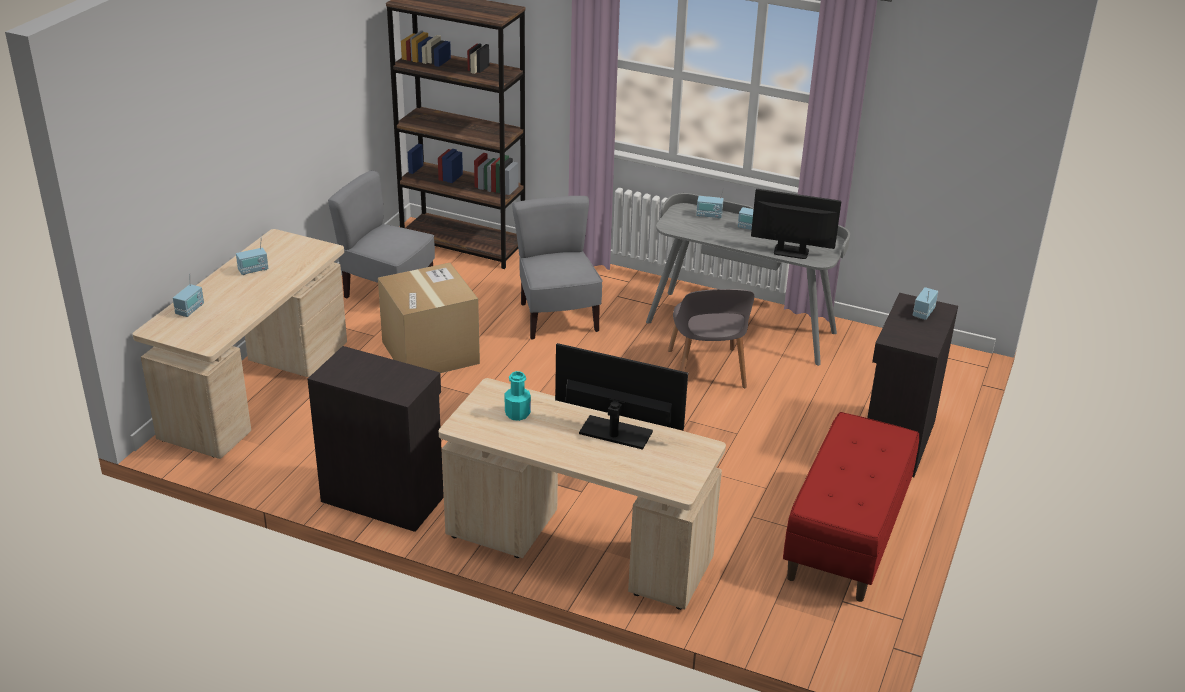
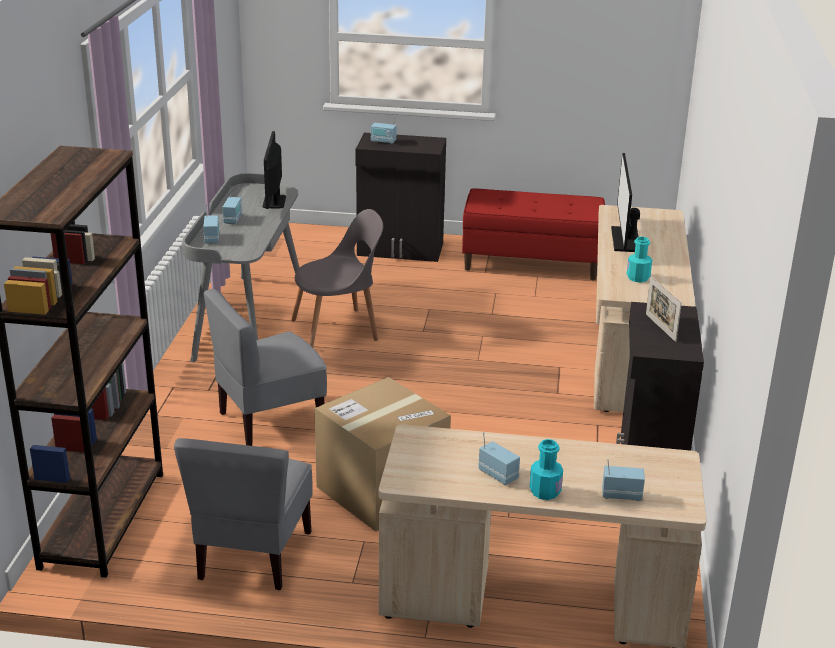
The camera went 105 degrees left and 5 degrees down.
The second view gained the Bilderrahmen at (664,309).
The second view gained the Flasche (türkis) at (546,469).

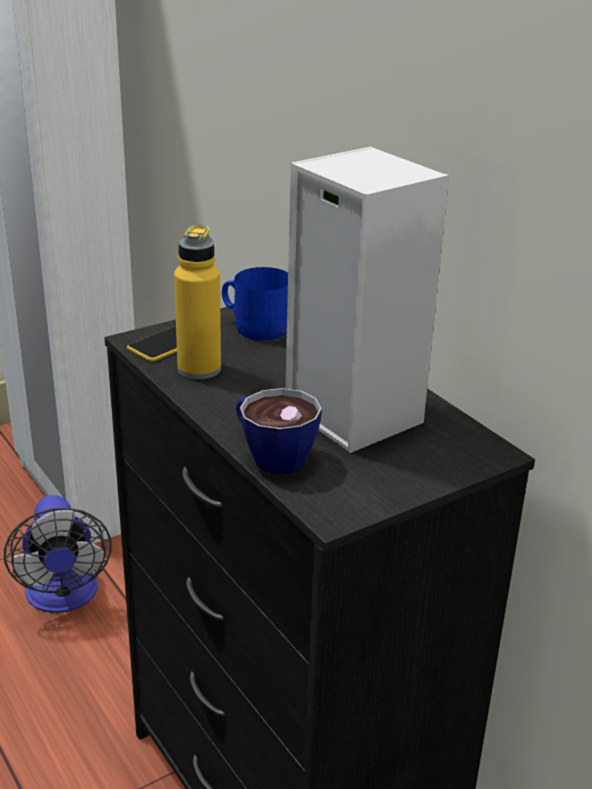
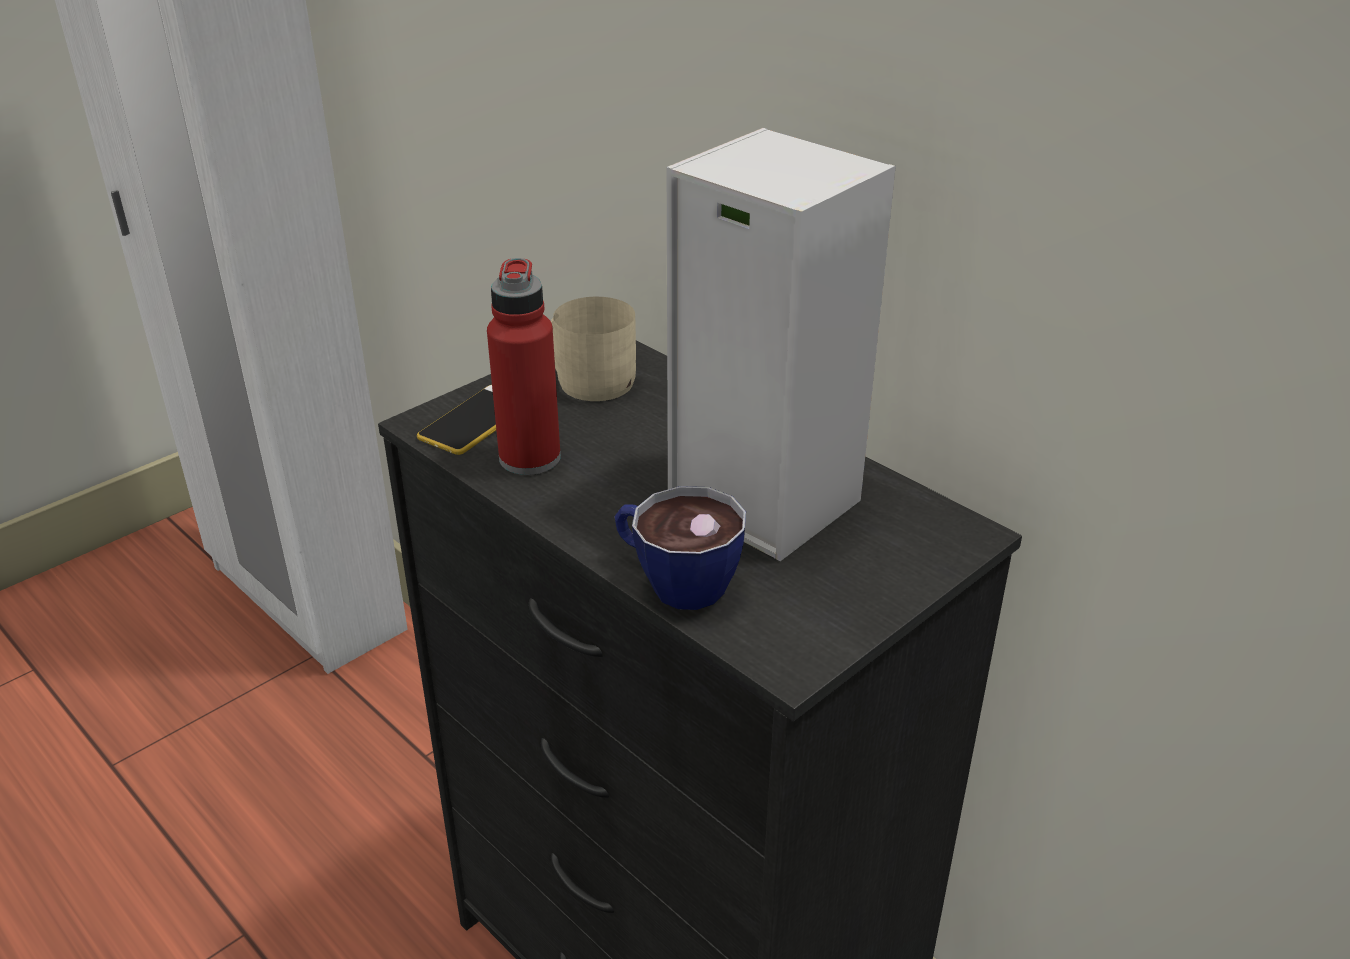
The camera went 10 degrees left and 5 degrees up.
What was the Flasche (gelb) at (197,302) turned into the Flasche (rot) at (524,366).
What was the Henkelbecher (blau) at (255,303) turned into the Henkelbecher (beige) at (593,349).
The second view lost the Ventilator at (58,554).

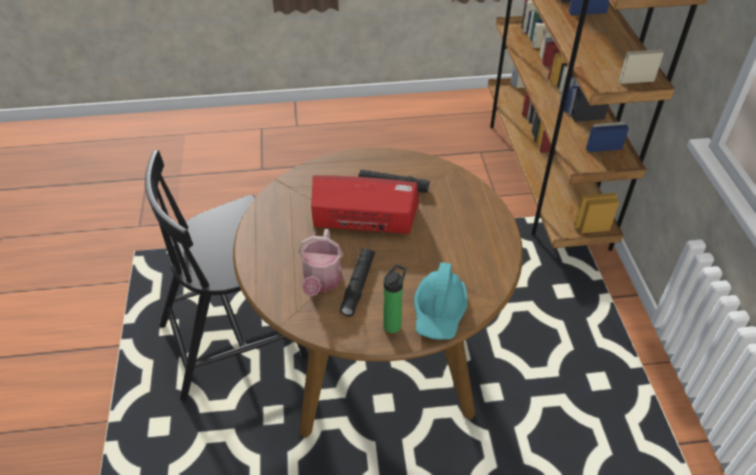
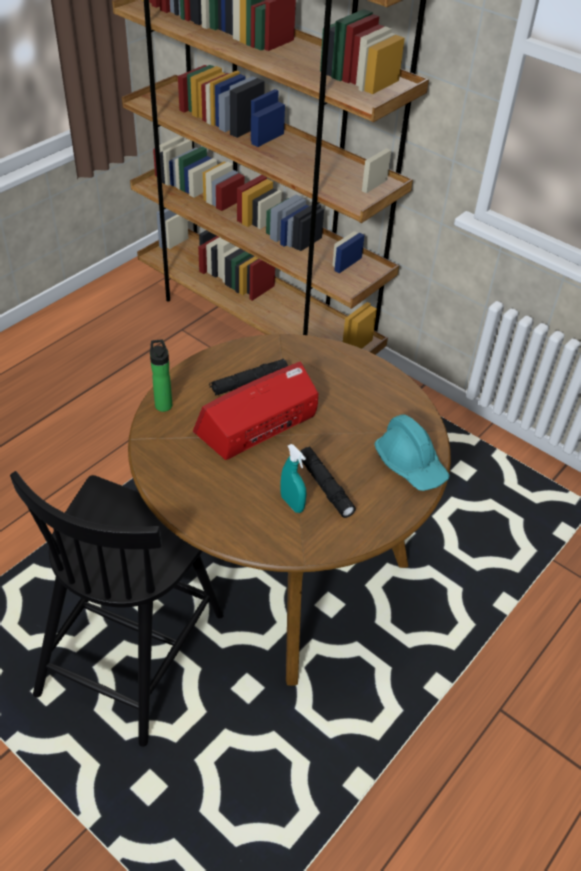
The camera went 45 degrees left and 0 degrees up.
Where the Gießkanne stood at (320,263), the Sprühflasche (türkis) came to stand at (294,478).
The Flasche ended up elsewhere, having gone from (394,298) to (161,375).

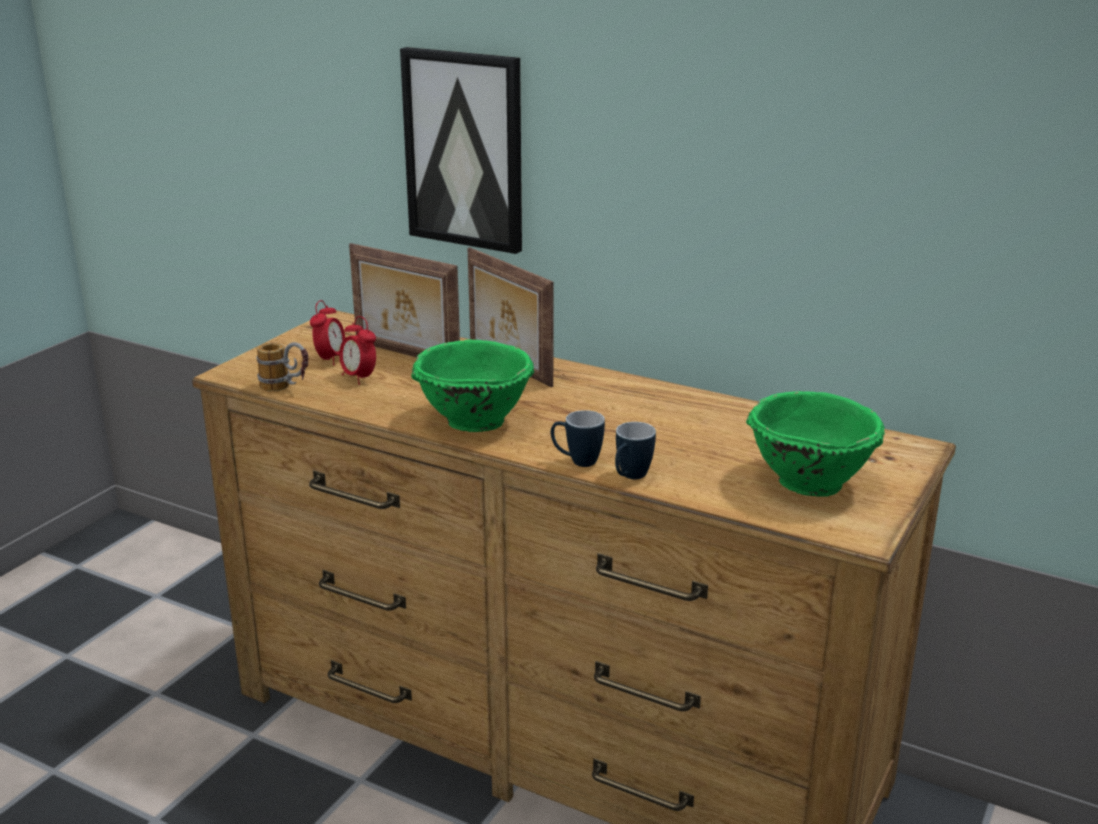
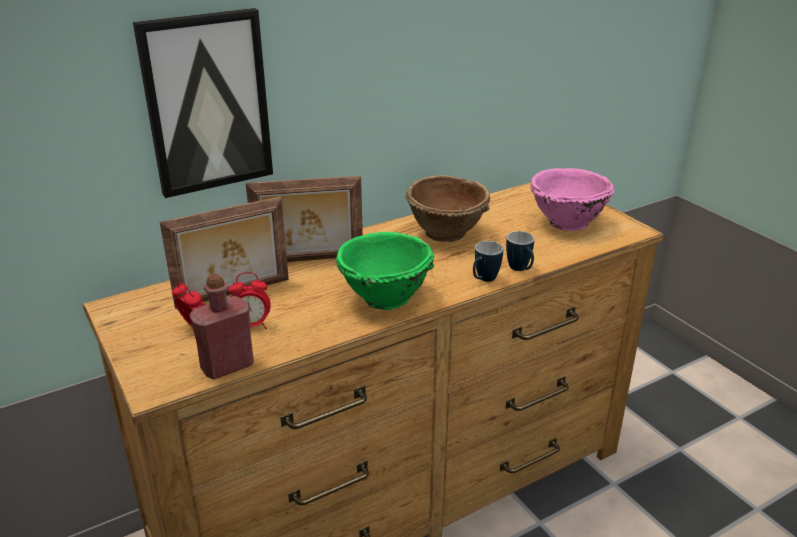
The camera went 60 degrees left and 5 degrees up.
Where the Henkelbecher stood at (282,367), the Flasche (rot) came to stand at (222,326).
What was the Schüssel (grün) at (815,444) turned into the Schüssel (rosa) at (572,199).
The second view gained the Schüssel (braun) at (448,208).

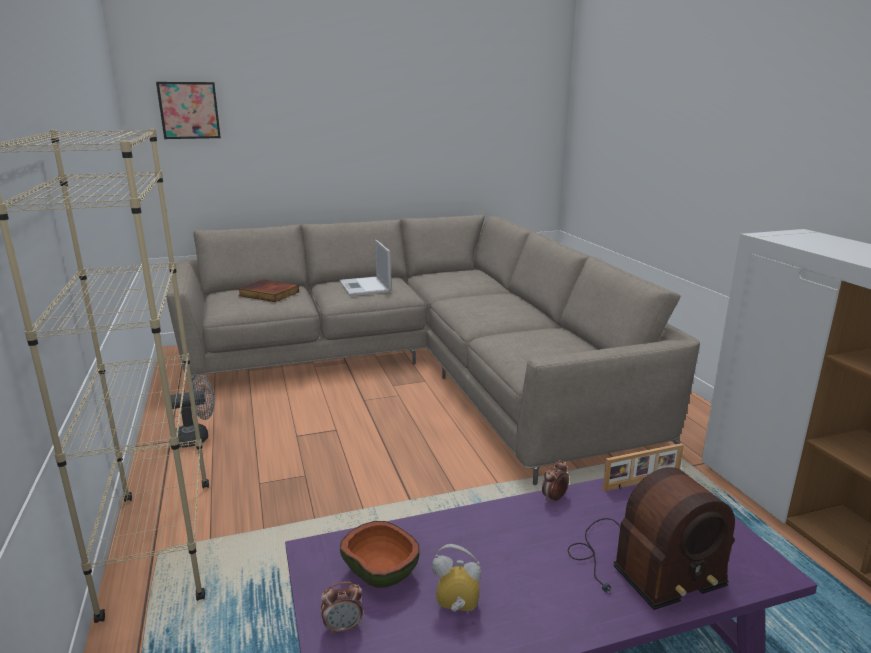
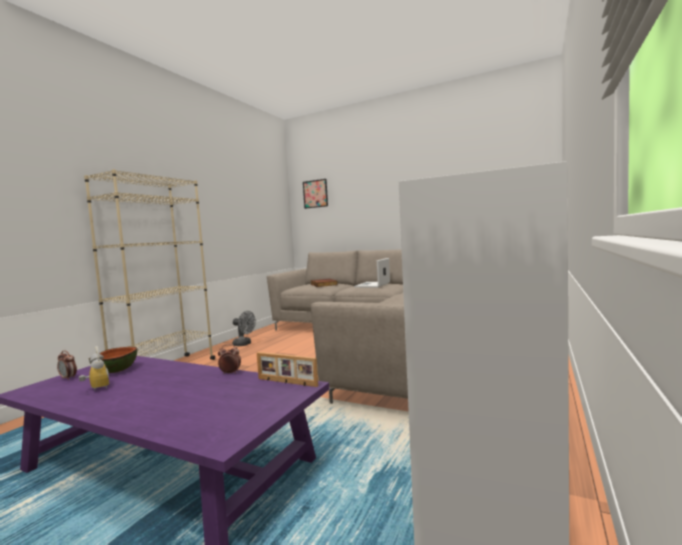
The camera went 45 degrees right and 15 degrees down.
The second view lost the Radio at (651,538).

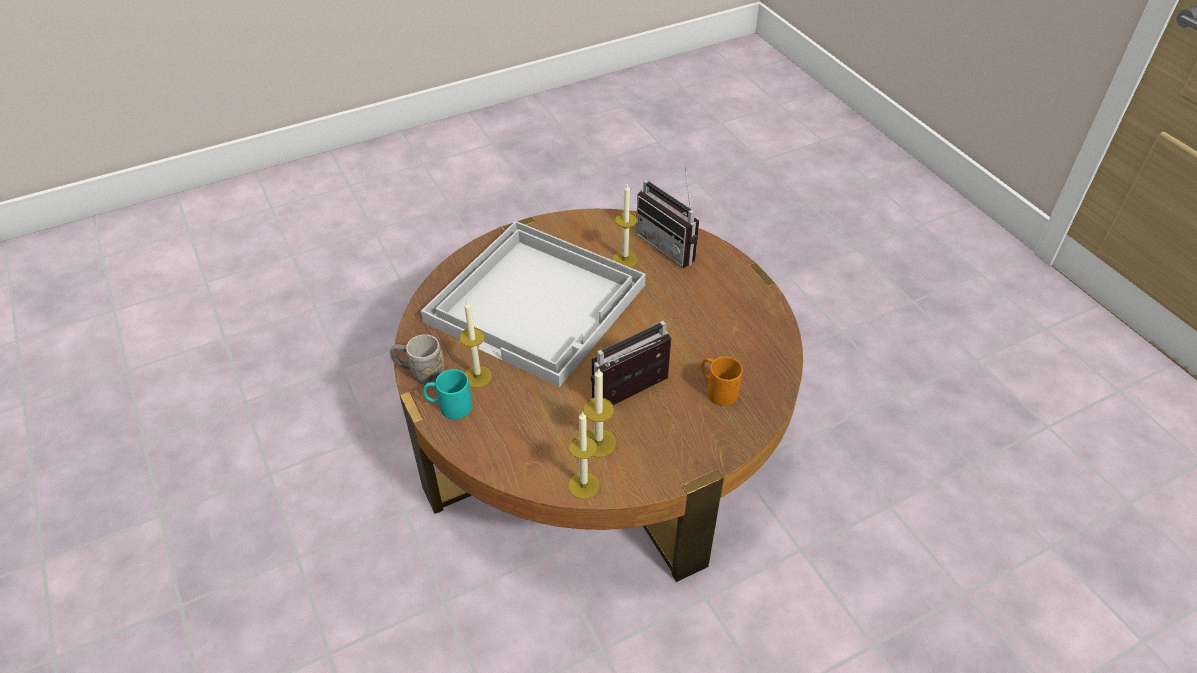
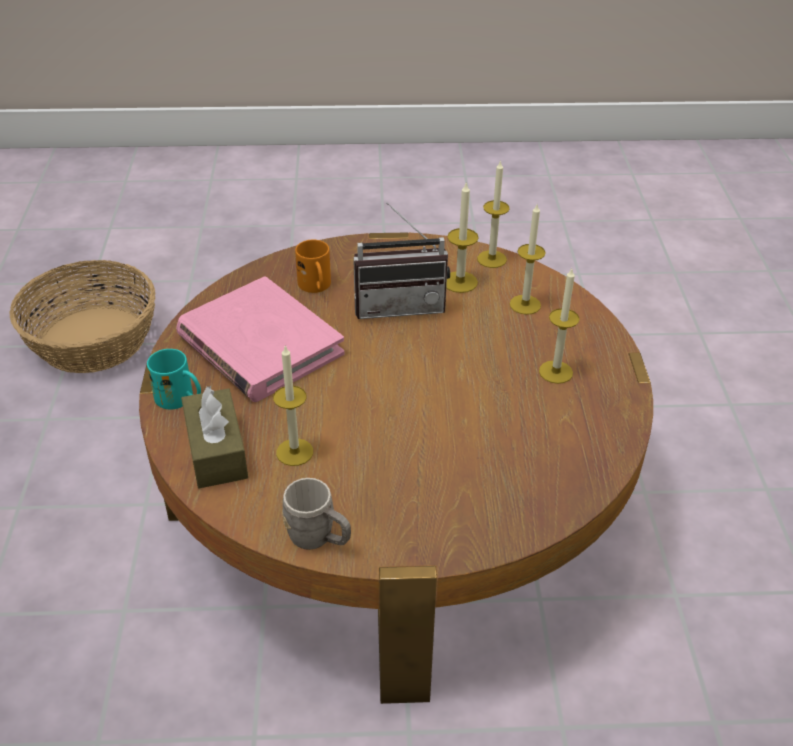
The camera went 155 degrees left and 5 degrees down.
Where the Radio stood at (667,216), the Taschentuchbox (braun) came to stand at (214,437).
The second view lost the Tablett (weiß) at (533,304).
The Henkelbecher (grau) ended up elsewhere, having gone from (417,359) to (316,514).
The Henkelbecher (türkis) ended up elsewhere, having gone from (447,394) to (174,379).
The second view gained the Kerze at (528,259).
The second view gained the Korb at (82,316).
The second view gained the Buch (rosa) at (260,339).

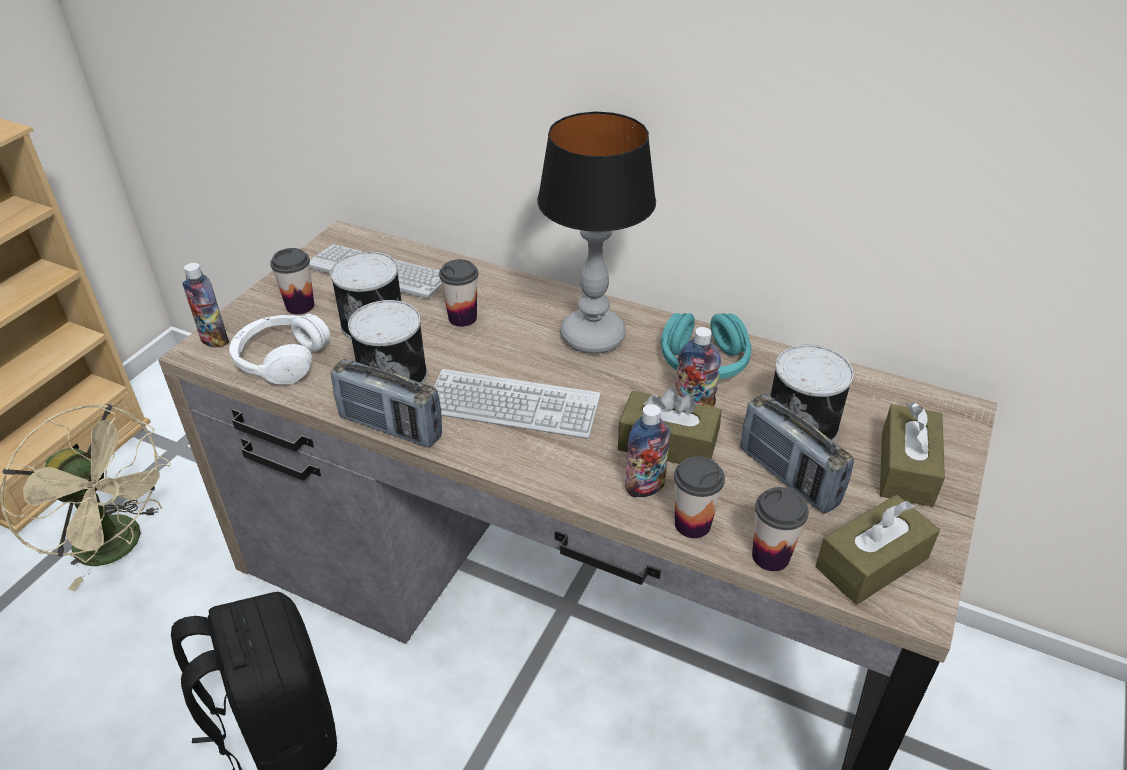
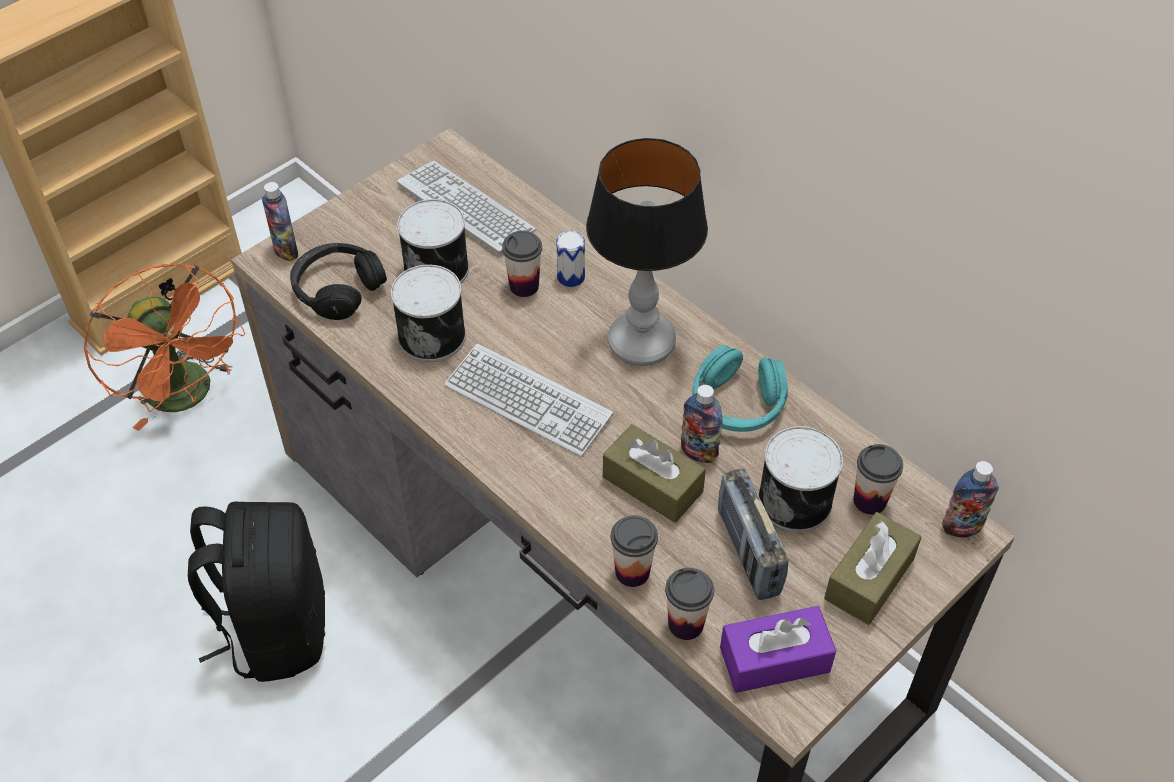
The camera went 20 degrees right and 10 degrees up.
The Tasse ended up elsewhere, having gone from (292,281) to (878,479).
What was the Kopfhörer (weiß) at (279,349) turned into the Kopfhörer (schwarz) at (338,281).
The second view lost the Radio at (386,403).
What was the Ventilator (beige) at (86,497) turned into the Ventilator (orange) at (164,347).
The Flasche ended up elsewhere, having gone from (647,450) to (970,499).
What was the Taschentuchbox (braun) at (878,550) turned into the Taschentuchbox (lila) at (778,649).
The second view gained the Dose at (570,259).

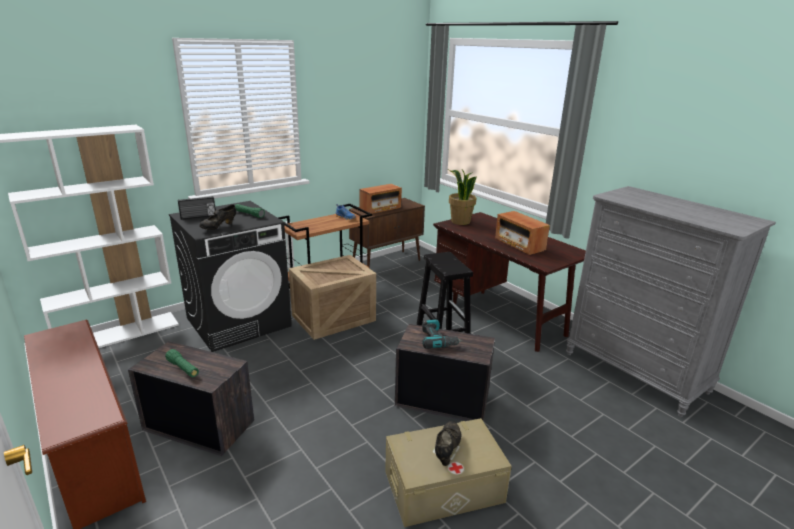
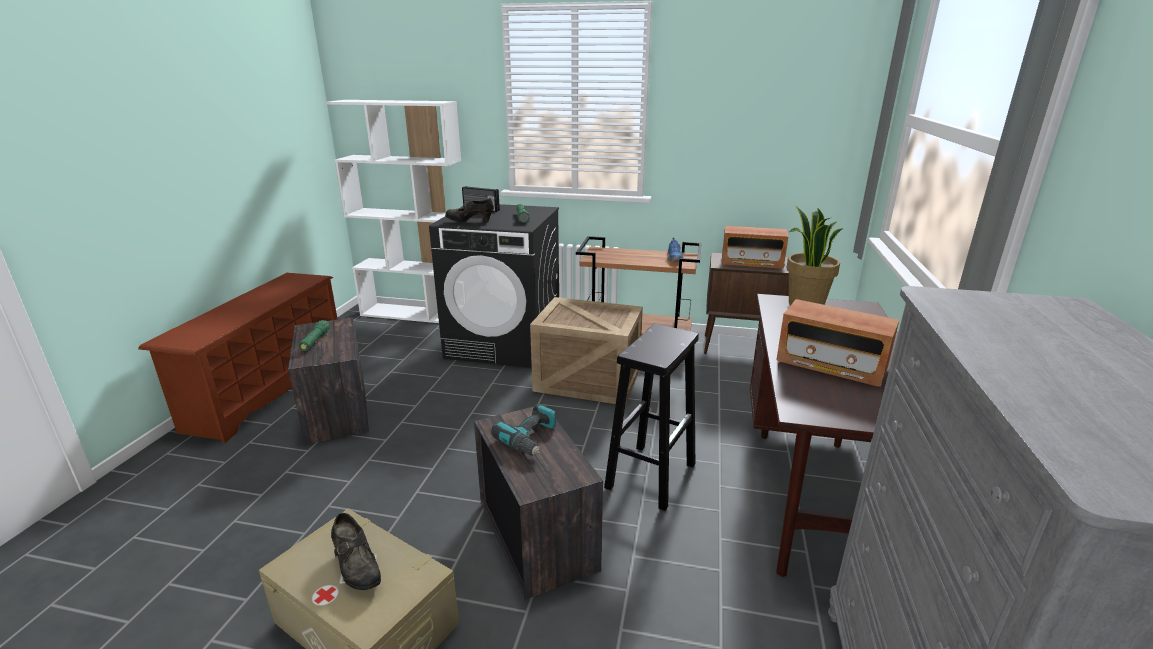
The camera went 50 degrees right and 0 degrees up.
The Radio at (522,233) ended up facing another way, 75 degrees counterclockwise from before.
The Schuh (schwarz) at (448,443) ended up facing another way, 75 degrees clockwise from before.

